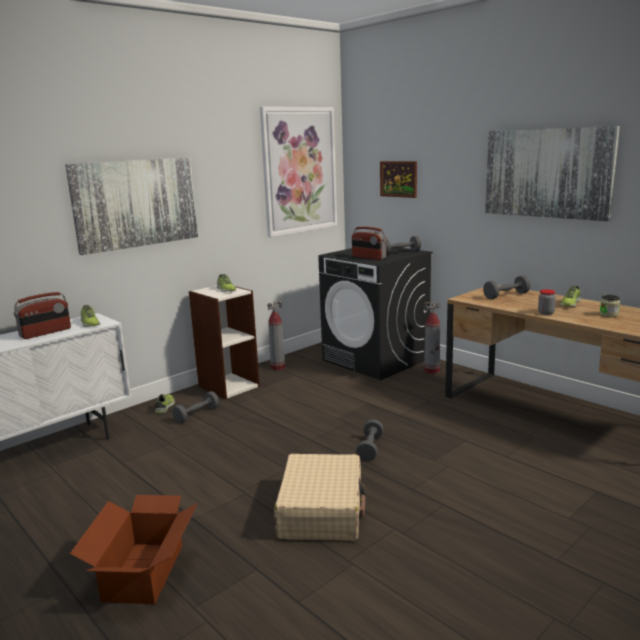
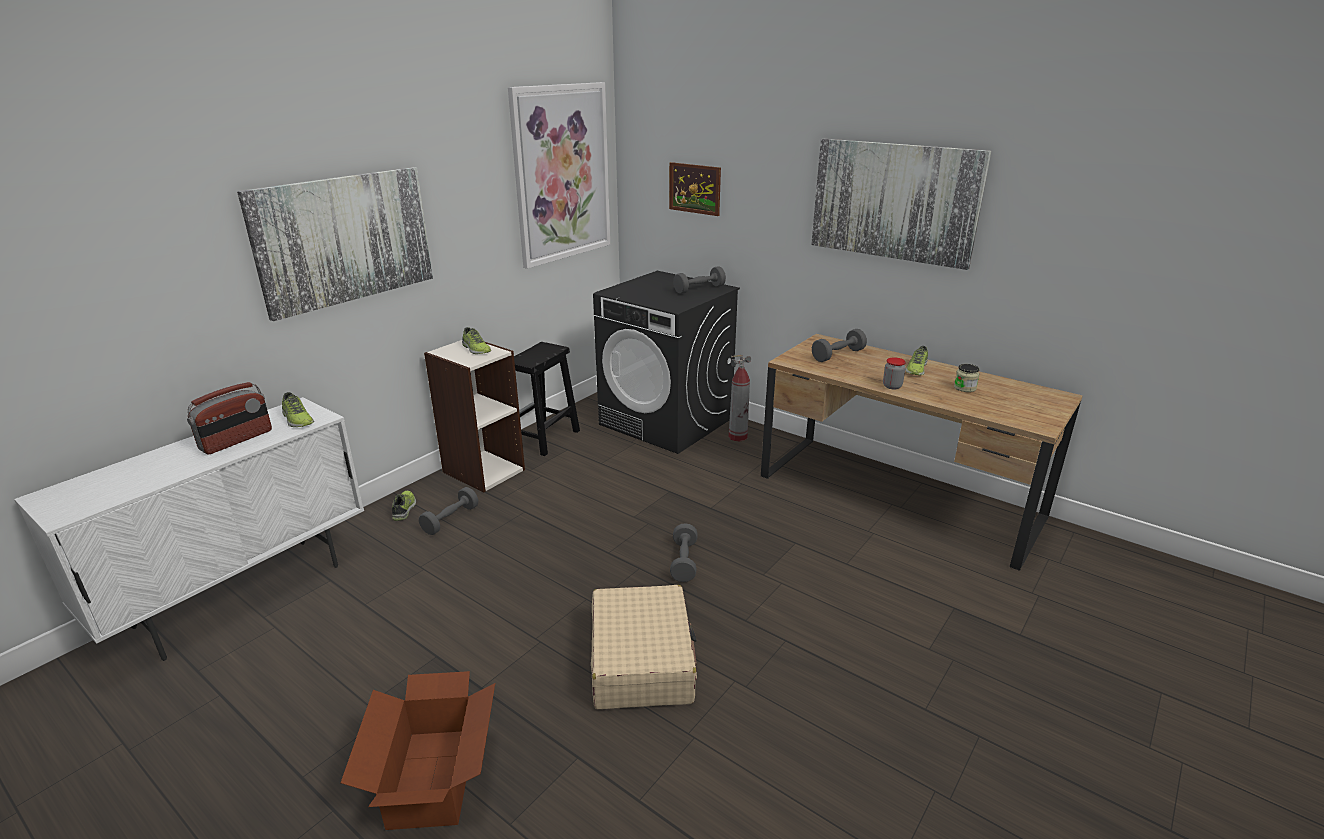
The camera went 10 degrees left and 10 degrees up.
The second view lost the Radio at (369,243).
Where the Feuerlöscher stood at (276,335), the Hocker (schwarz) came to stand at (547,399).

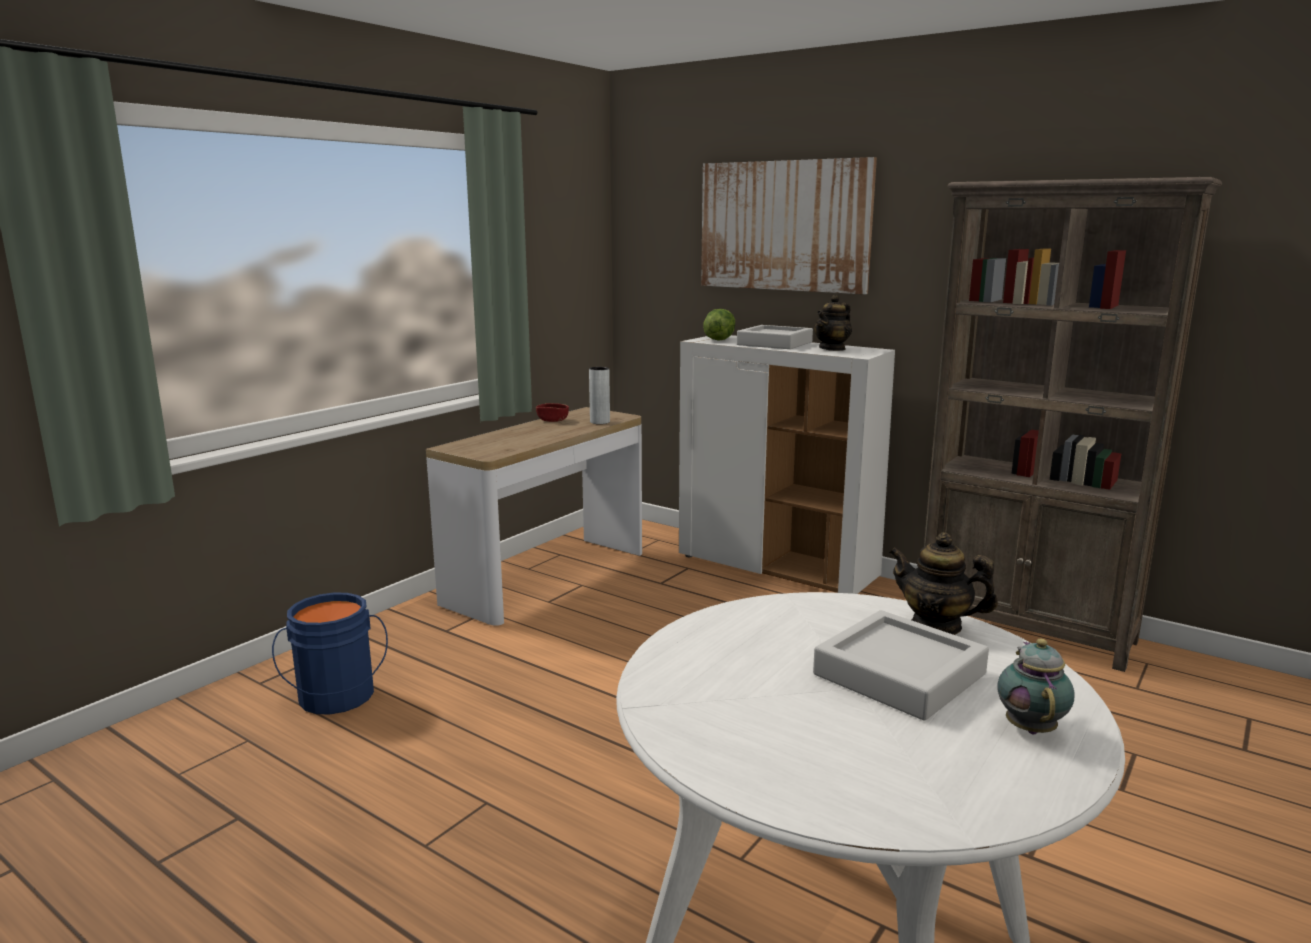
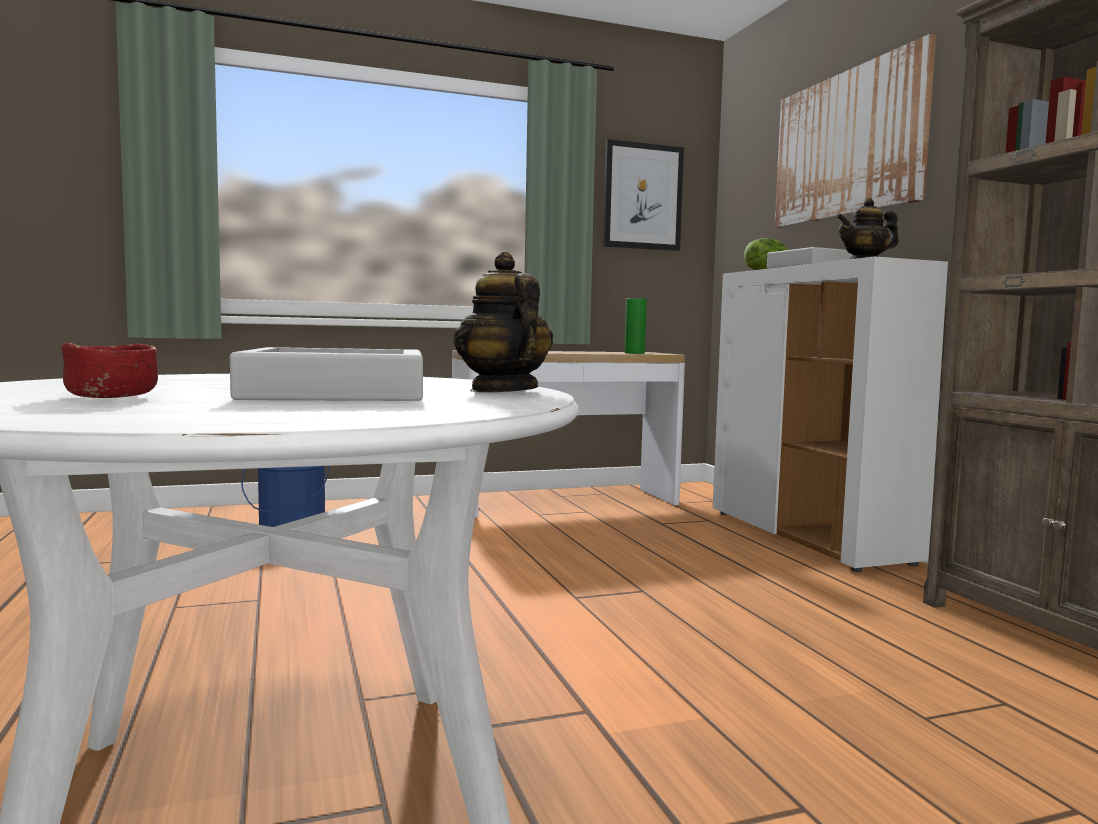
The camera went 35 degrees right and 10 degrees down.
What was the Vase (grau) at (599,395) turned into the Vase (grün) at (636,326).
The Schüssel (rot) ended up elsewhere, having gone from (552,412) to (110,370).
The second view lost the Teekanne at (1035,686).
The second view gained the Bild at (643,195).

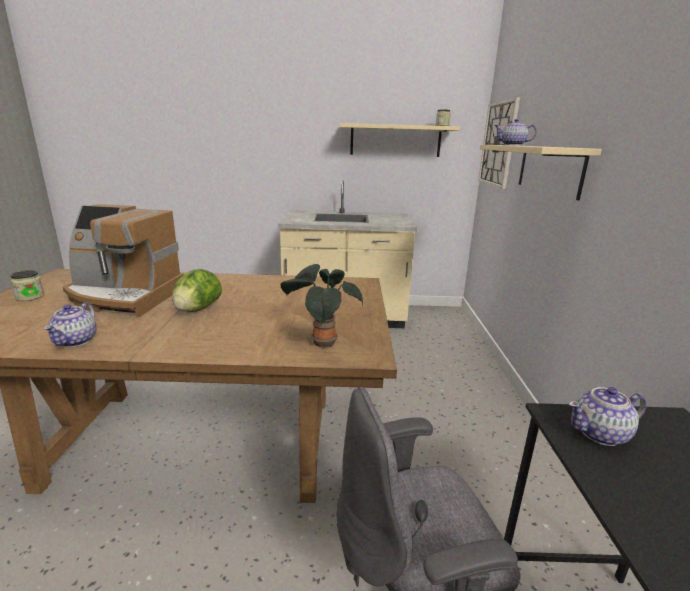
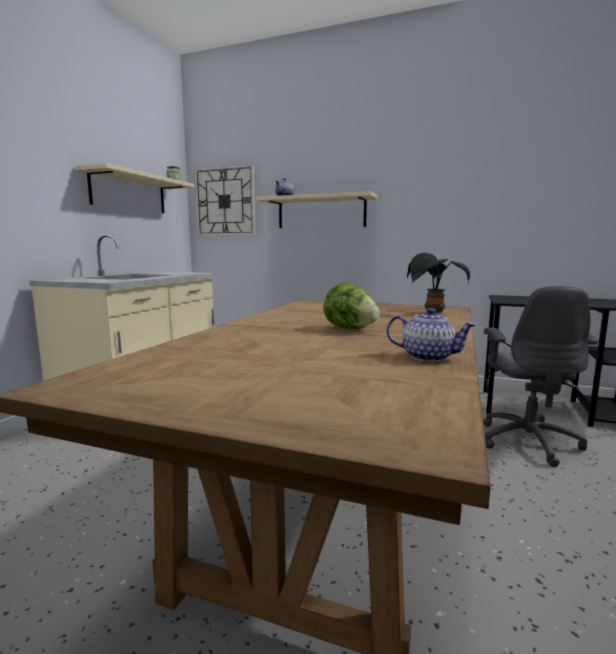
The camera went 70 degrees left and 10 degrees down.
The second view lost the Kaffeemaschine at (123,260).
The second view lost the Vorratsglas at (27,285).
The second view lost the Teekanne at (607,416).

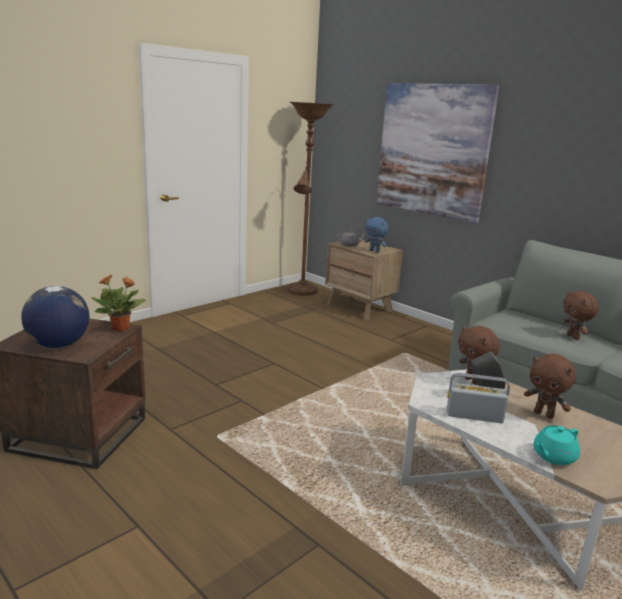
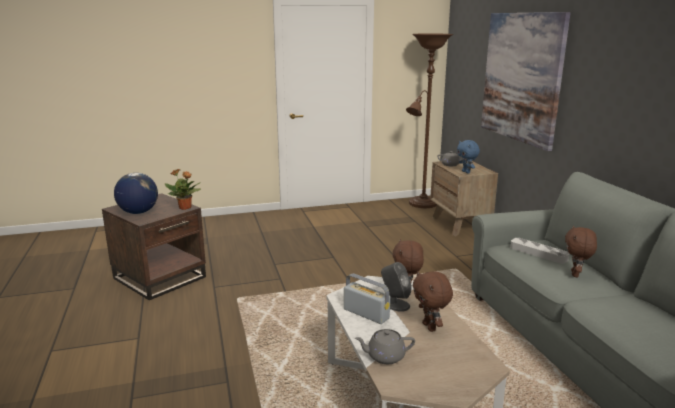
The camera went 30 degrees right and 0 degrees up.
What was the Teekanne (türkis) at (557,445) turned into the Teekanne (grau) at (385,346).
The second view gained the Tablett (grau) at (539,251).

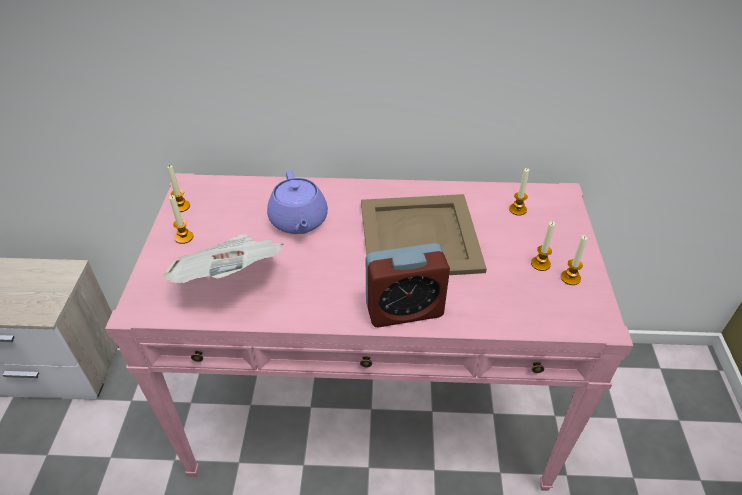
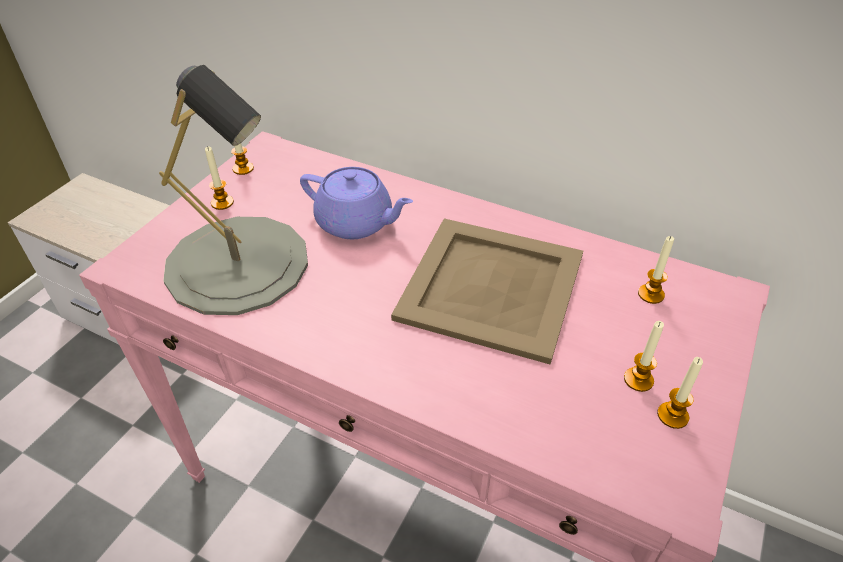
The camera went 25 degrees right and 0 degrees up.
The Teekanne (lila) at (297,202) ended up facing another way, 75 degrees counterclockwise from before.
Where the Zeitung stood at (223,258), the Tischlampe (grau) came to stand at (233,190).
The second view lost the Wecker at (408,285).

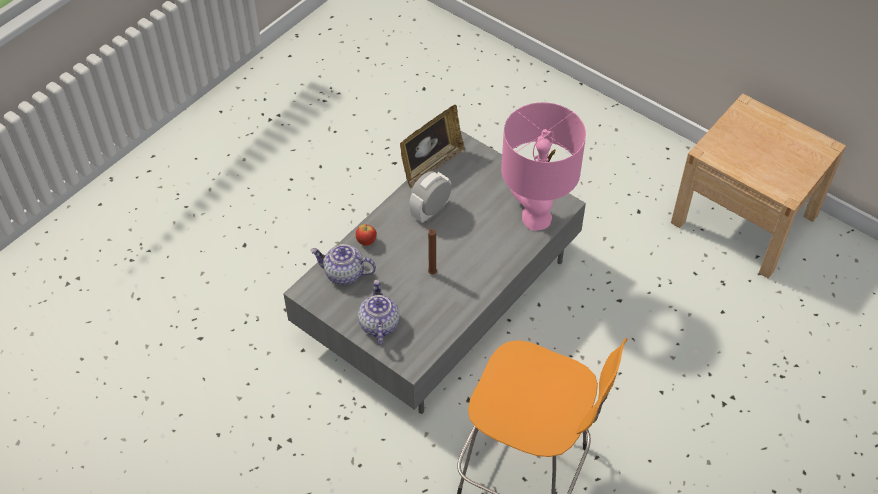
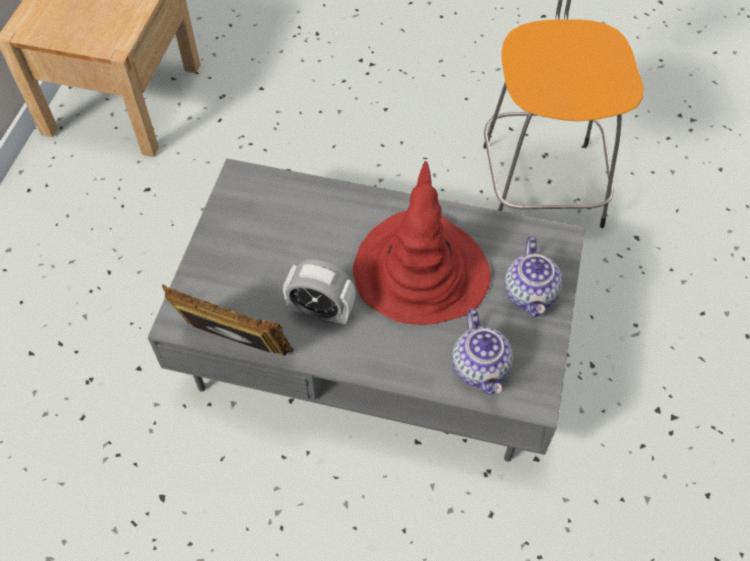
The camera went 115 degrees left and 5 degrees up.
The second view lost the Tischlampe (rosa) at (543,166).
The second view lost the Apfel at (366,235).
Where the Kerze (braun) stood at (431,249), the Hut (rot) came to stand at (422,243).
The Teekanne at (379,312) ended up facing another way, 60 degrees counterclockwise from before.

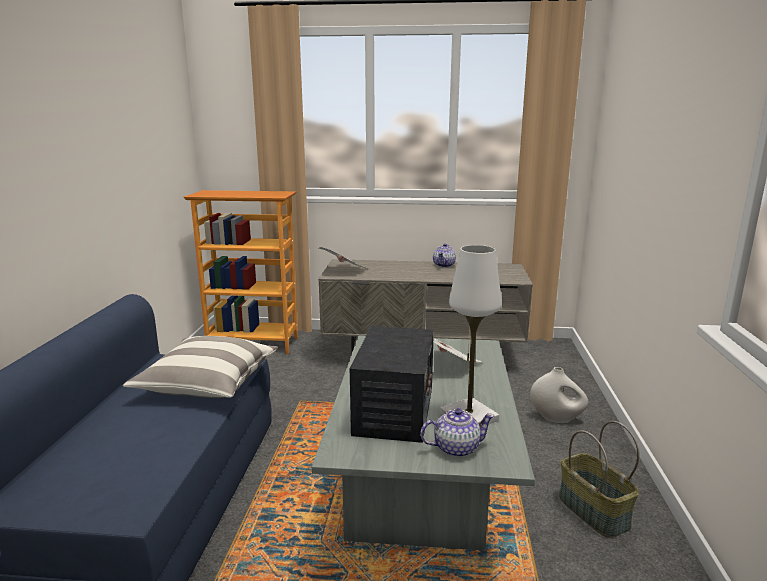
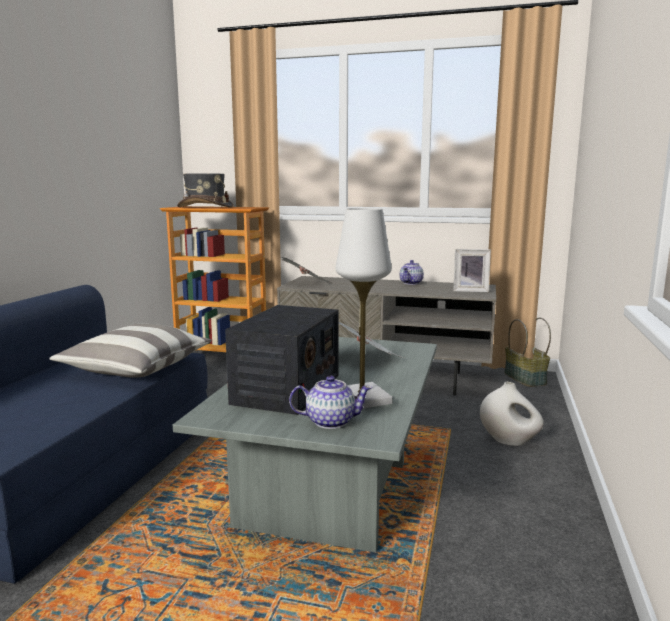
The camera went 10 degrees right and 5 degrees down.
The Korb ended up elsewhere, having gone from (599,479) to (527,352).
The second view gained the Hut (grau) at (205,190).
The second view gained the Bilderrahmen at (472,270).

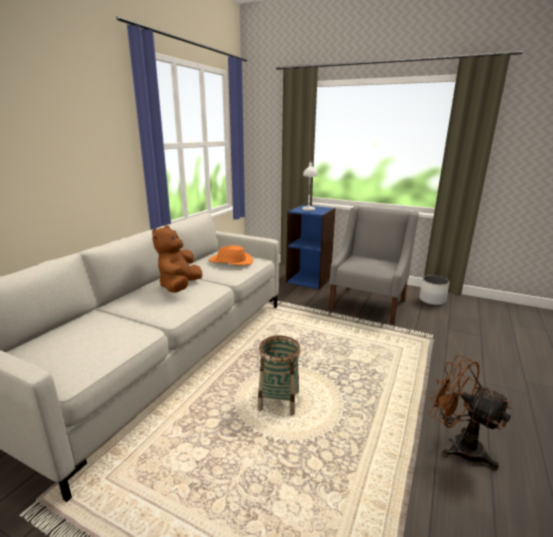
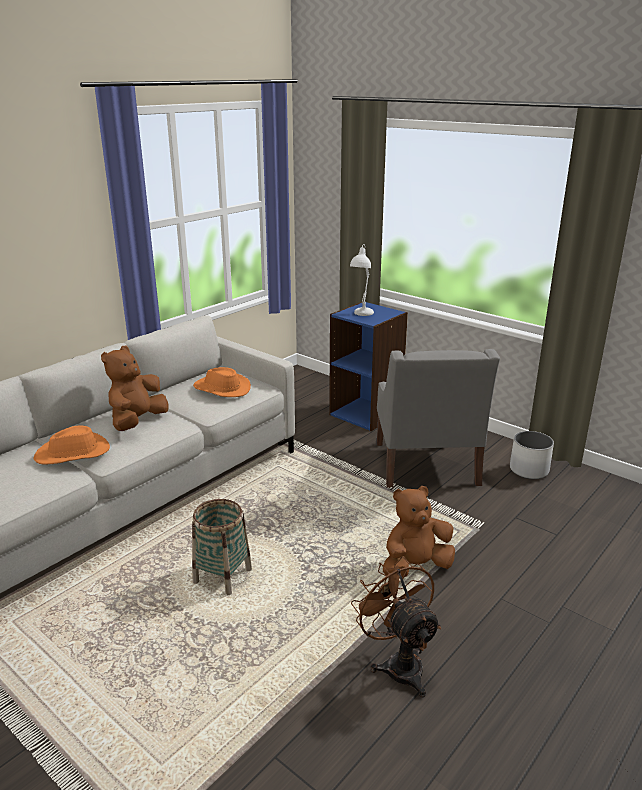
The camera went 15 degrees right and 5 degrees up.
The Sessel (grau) at (374,265) ended up facing another way, 135 degrees clockwise from before.
The second view gained the Hut (orange) at (71,445).
The second view gained the Plüschtier (braun) at (419,532).

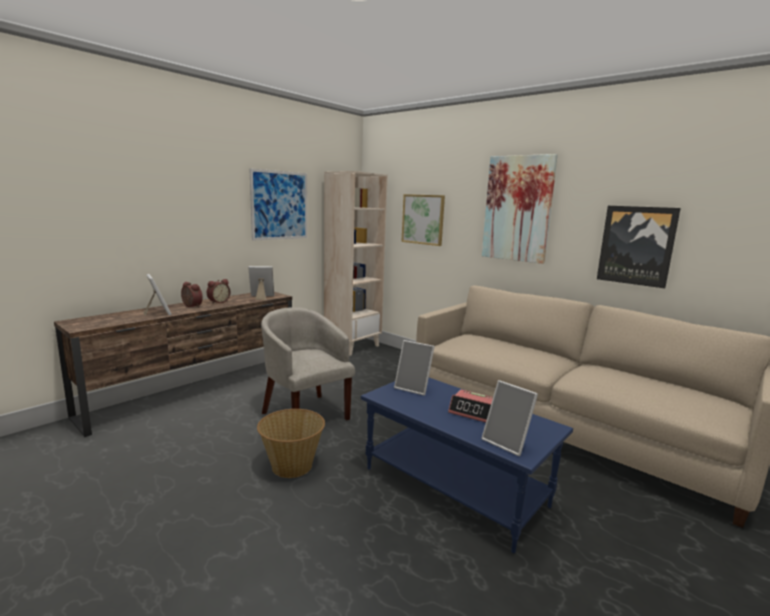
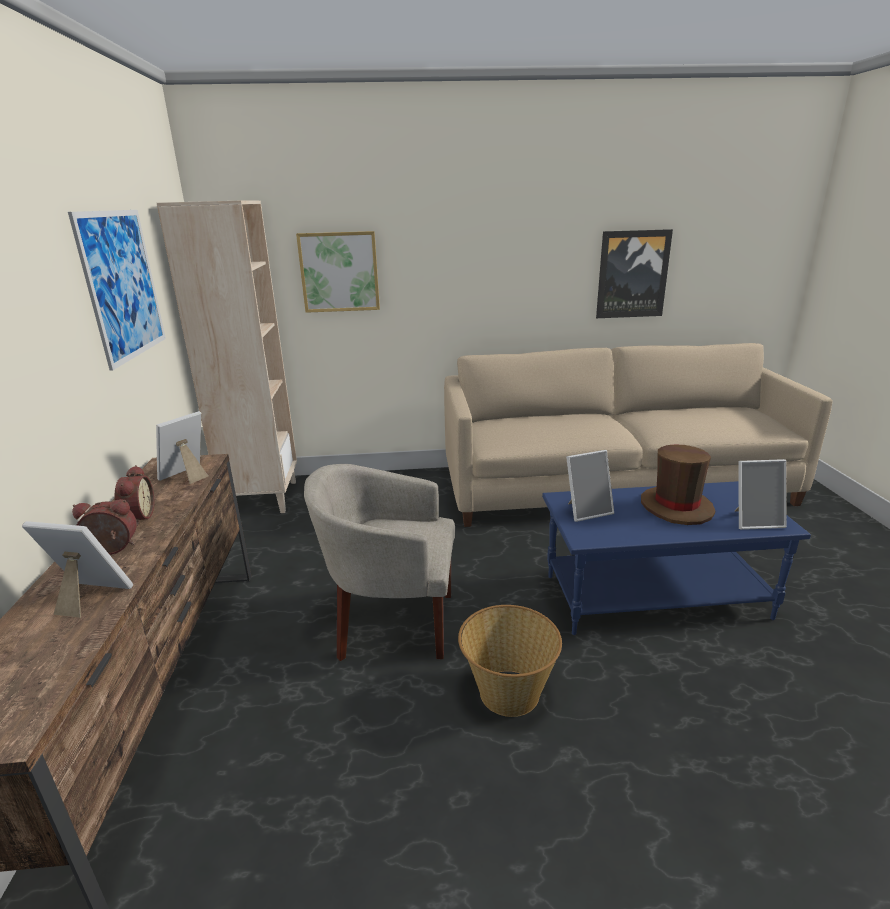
The camera went 45 degrees left and 10 degrees up.
The second view lost the Bild at (520,209).
Where the Wecker stood at (470,406), the Hut (braun) came to stand at (678,485).

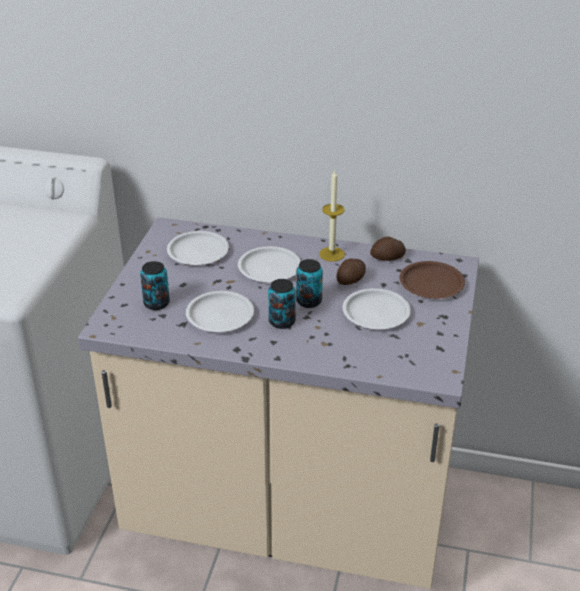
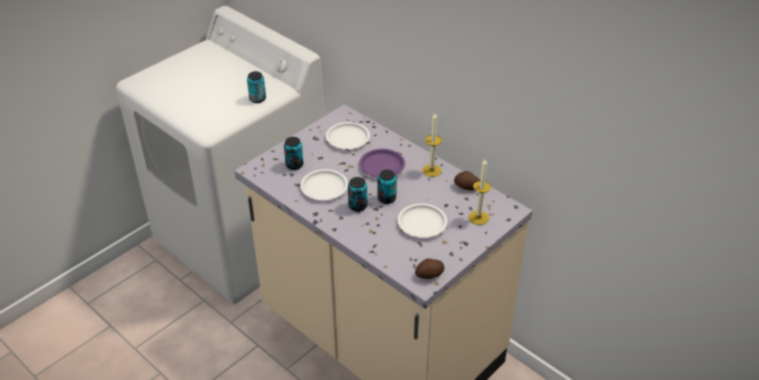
The camera went 30 degrees right and 5 degrees up.
What was the Teller (weiß) at (269,264) turned into the Teller (lila) at (382,163).
The Kartoffel ended up elsewhere, having gone from (351,271) to (429,268).
Where the Teller (braun) stood at (432,280), the Kerze came to stand at (480,192).
The second view gained the Dose at (256,87).

